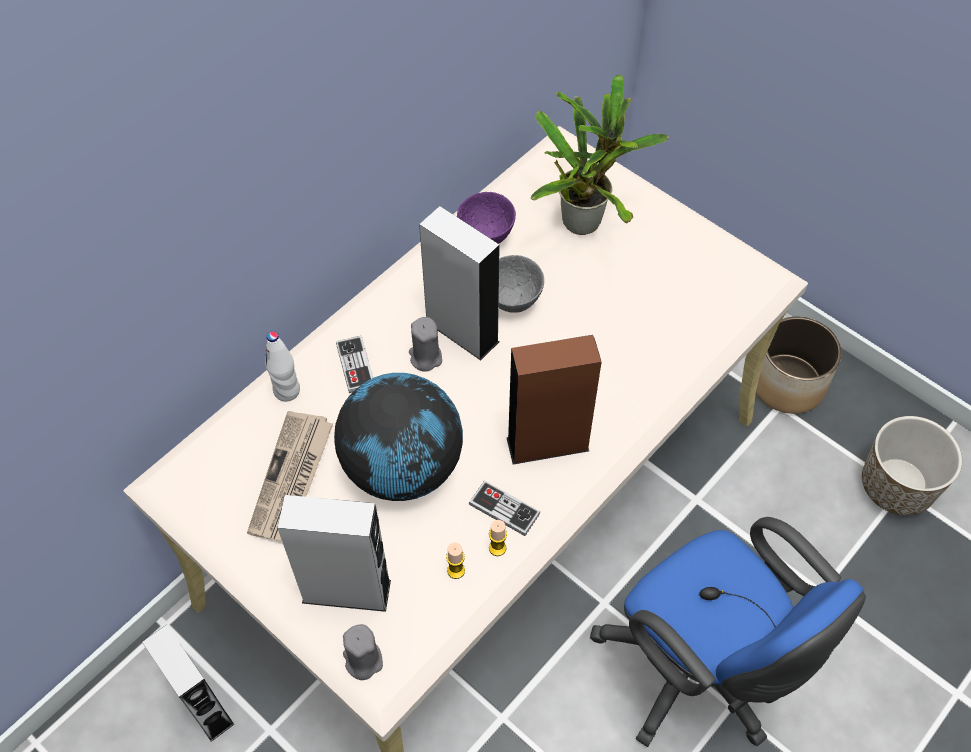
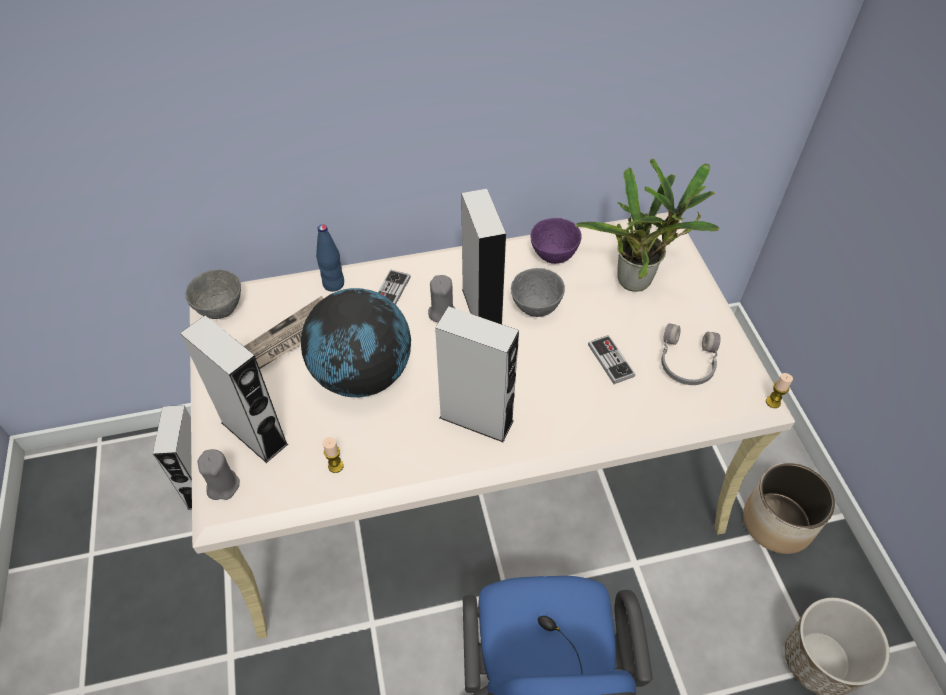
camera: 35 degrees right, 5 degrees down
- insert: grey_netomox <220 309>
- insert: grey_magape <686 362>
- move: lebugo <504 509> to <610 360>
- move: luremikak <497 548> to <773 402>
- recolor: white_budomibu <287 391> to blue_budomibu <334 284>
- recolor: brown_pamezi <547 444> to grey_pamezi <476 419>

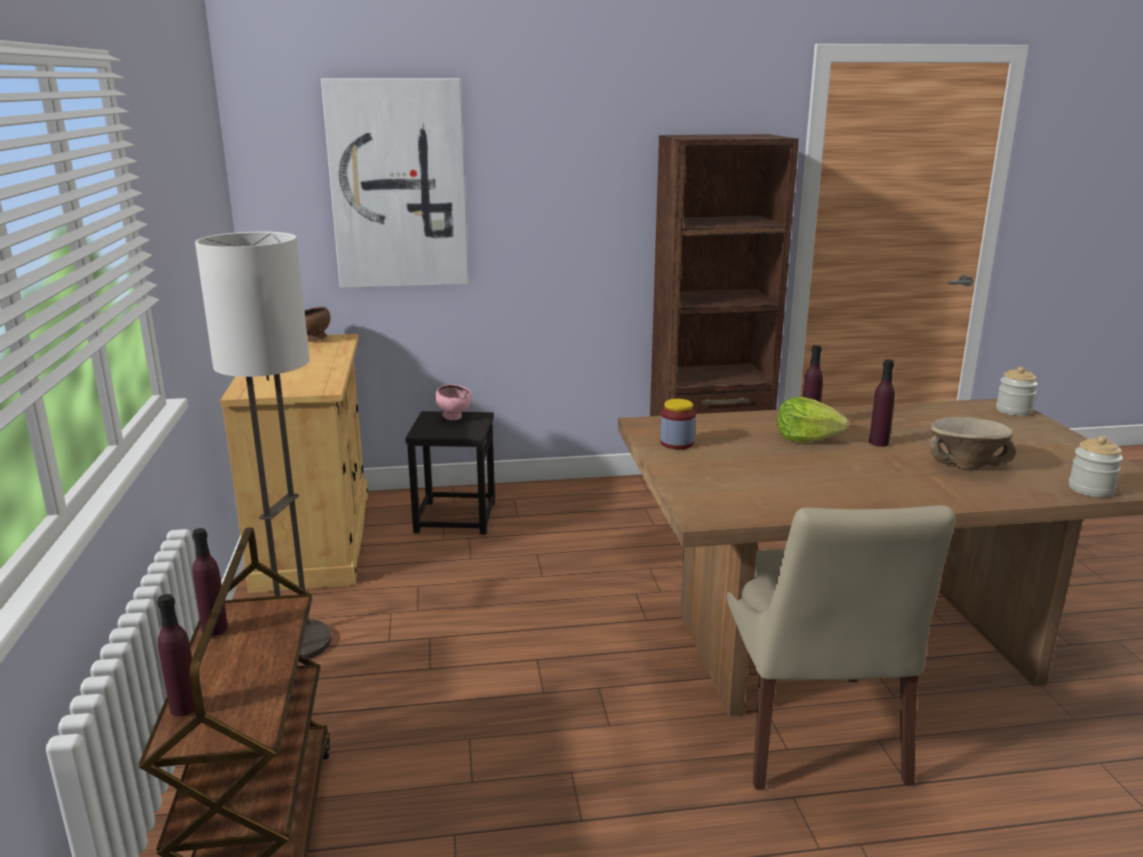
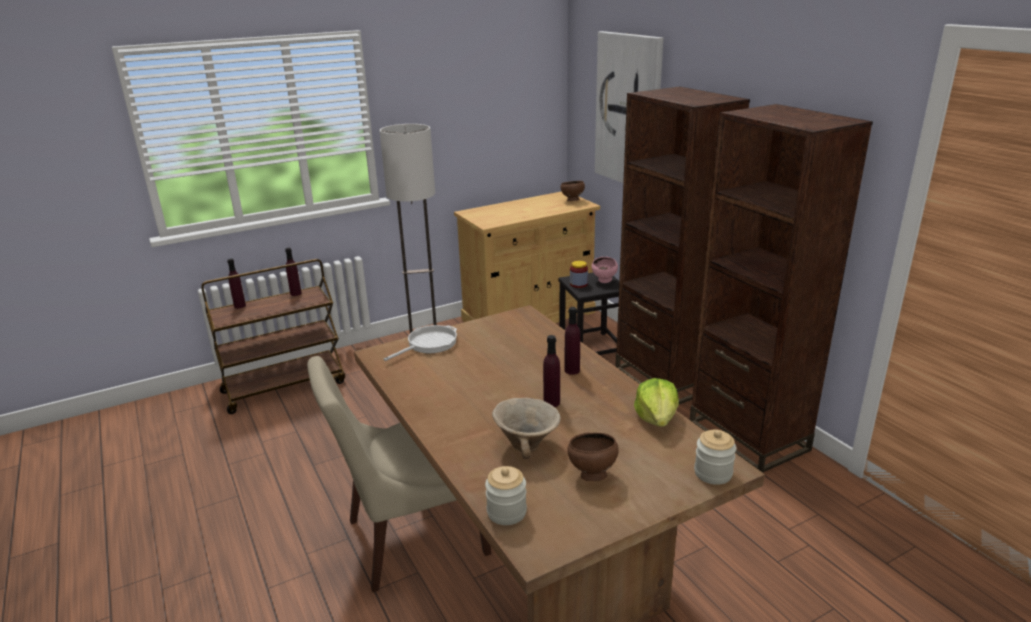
camera: 70 degrees right, 5 degrees up
- insert: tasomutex <429 344>
- insert: brown_netomox <591 475>
- insert: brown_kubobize <664 379>
- move: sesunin <677 443> to <578 284>
- move: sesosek <806 438> to <657 418>

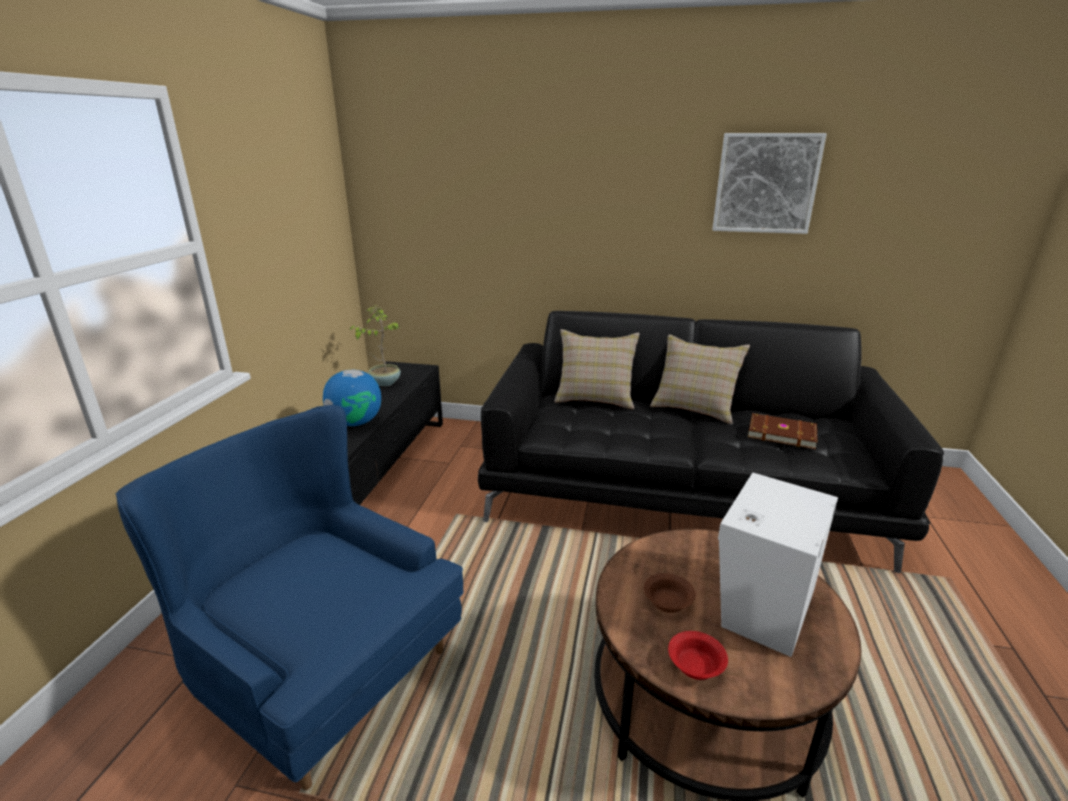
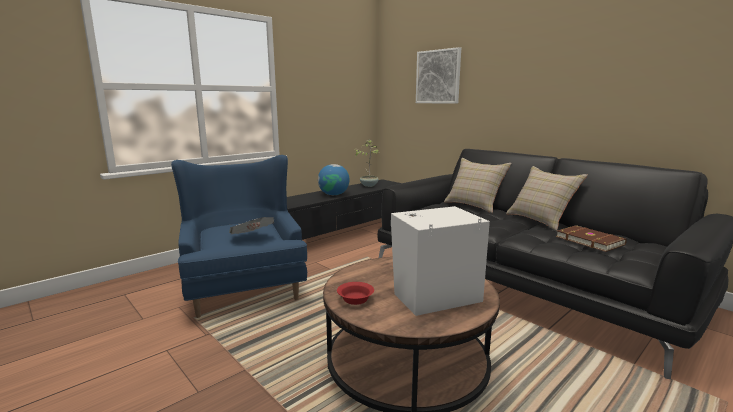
camera: 35 degrees right, 10 degrees down
- delete: brown_netomox <668 602>
- insert: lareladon <252 238>
- move: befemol <766 183> to <438 77>

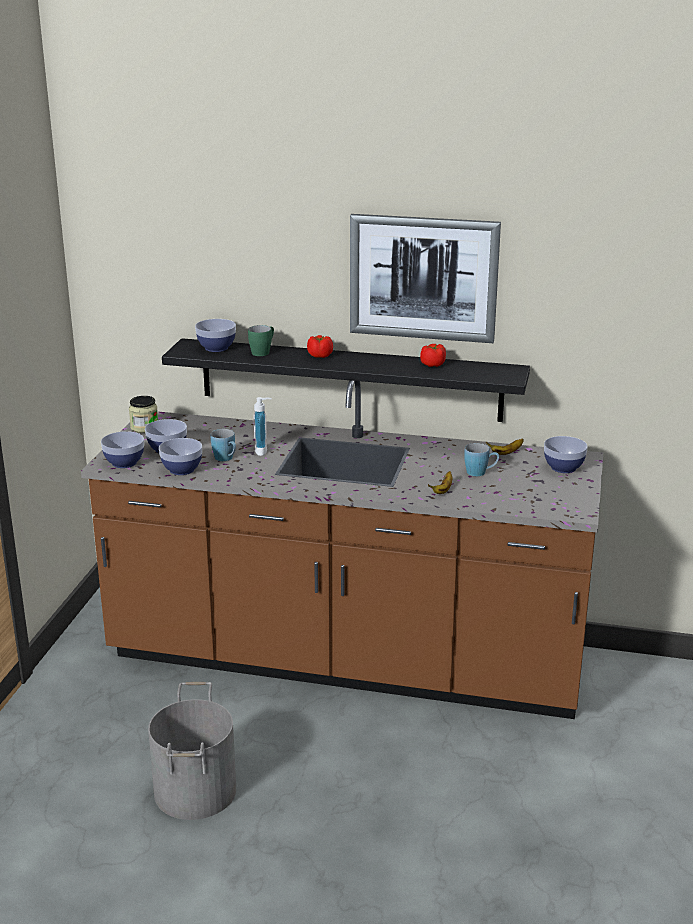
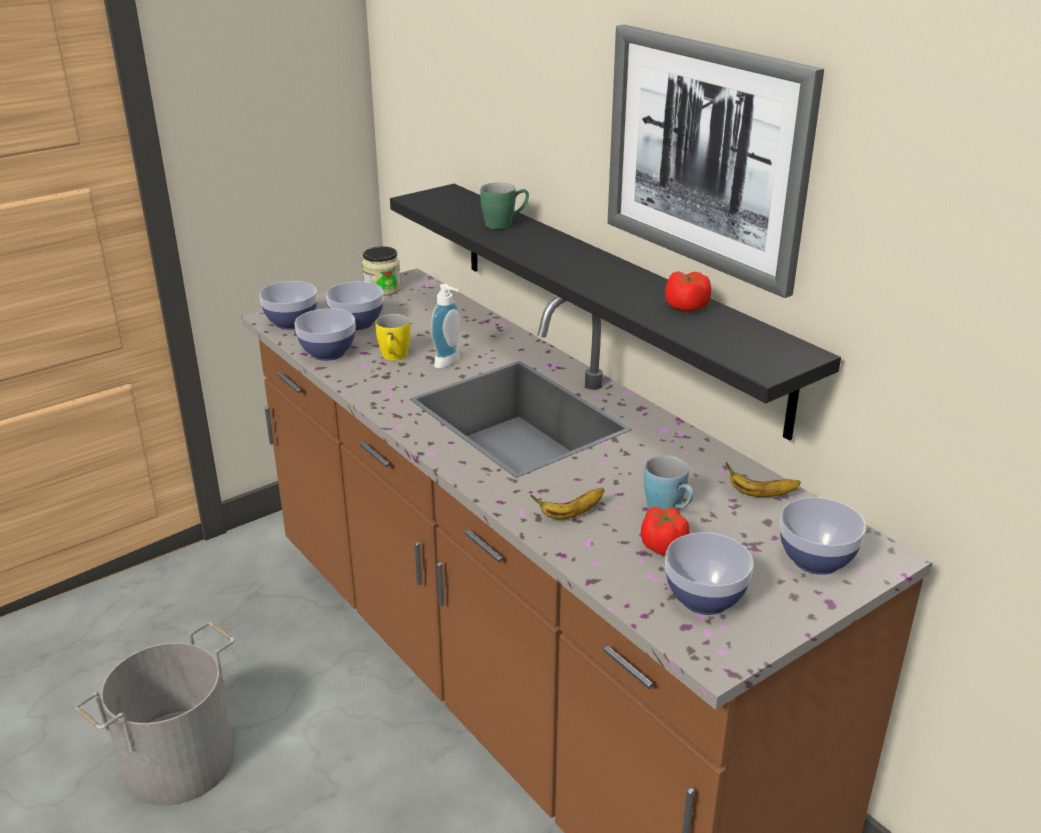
camera: 40 degrees right, 5 degrees up
- move: netomox <216 348> to <704 598>
- move: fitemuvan <320 355> to <663 546>
- recolor: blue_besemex <226 459> to yellow_besemex <394 357>

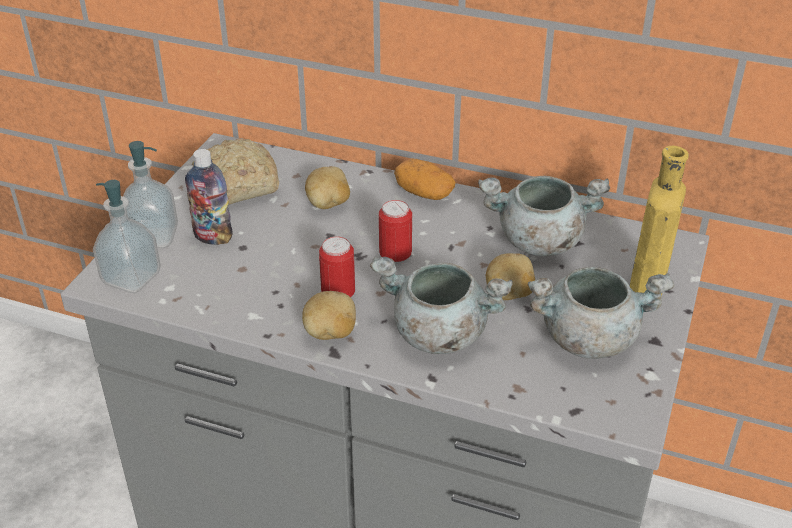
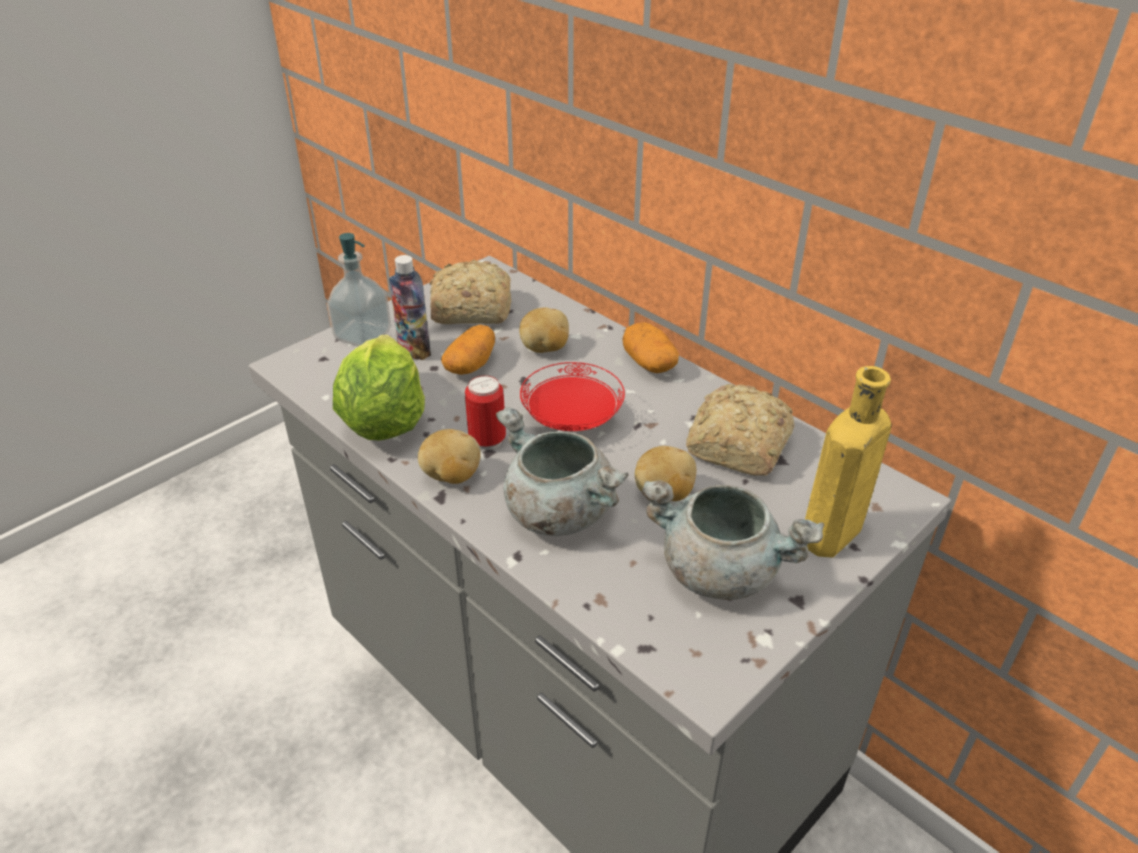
camera: 25 degrees right, 0 degrees up
- delete: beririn <131 278>
- insert: sesosek <383 420>
- insert: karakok <471 365>
- replace: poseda <395 257> to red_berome <572 419>
- replace: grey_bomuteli <538 241> to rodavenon <737 447>

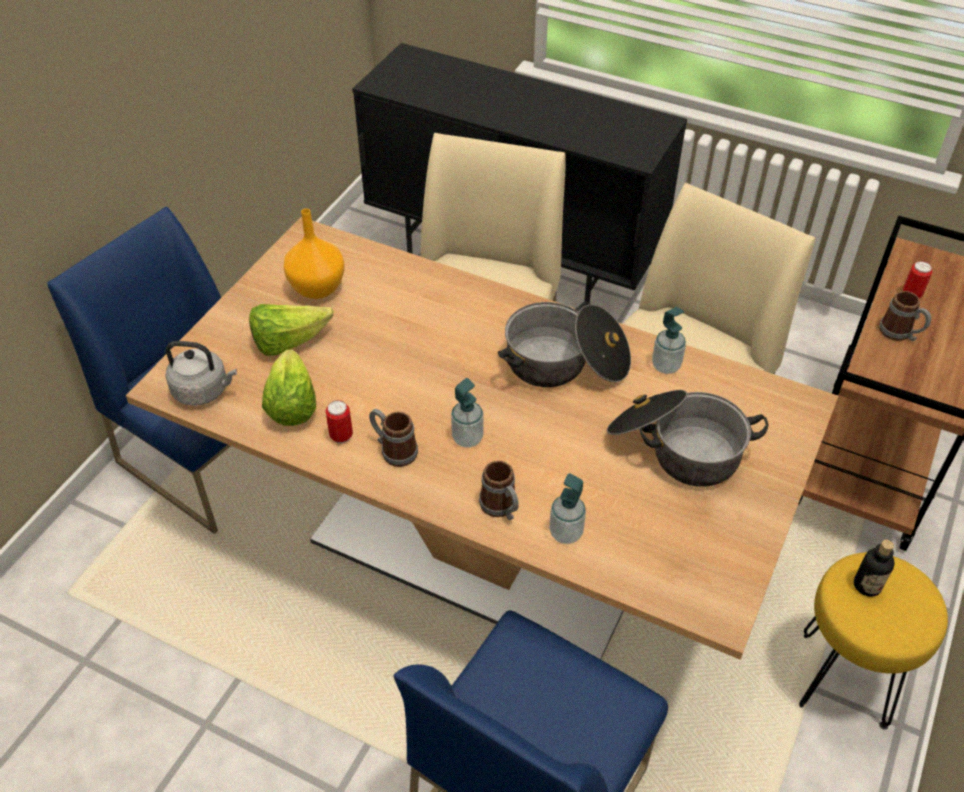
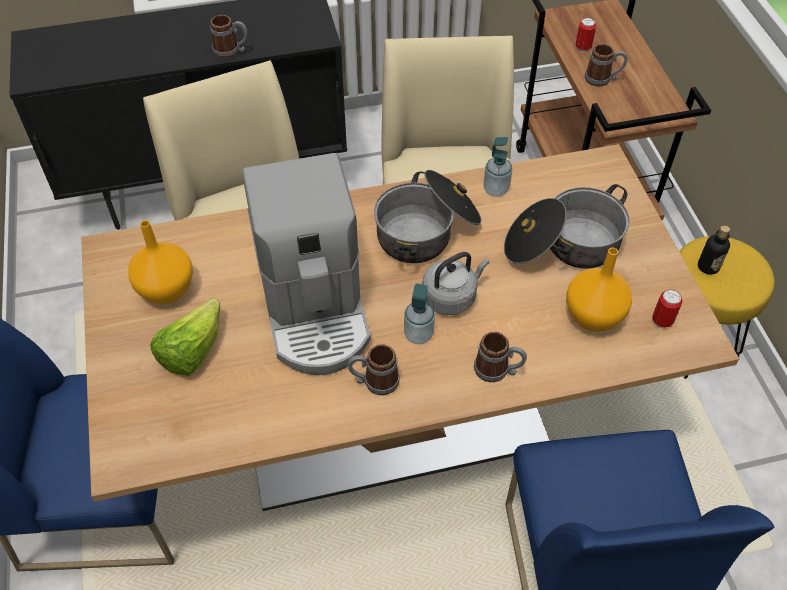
camera: 40 degrees left, 5 degrees up
- delete: sesosek <291 406>
- delete: beririn <566 533>
- insert: besemex <231 51>
- insert: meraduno <315 309>
- insert: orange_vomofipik <592 315>
- move: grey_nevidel <204 390> to <451 297>
- move: poseda <341 436> to <662 321>

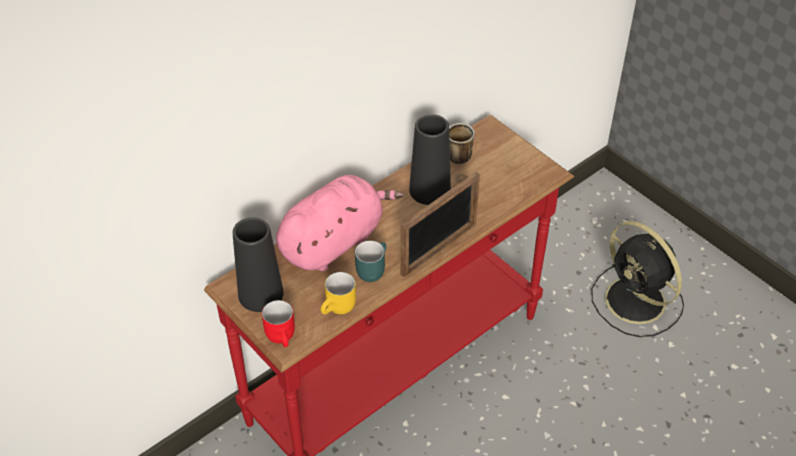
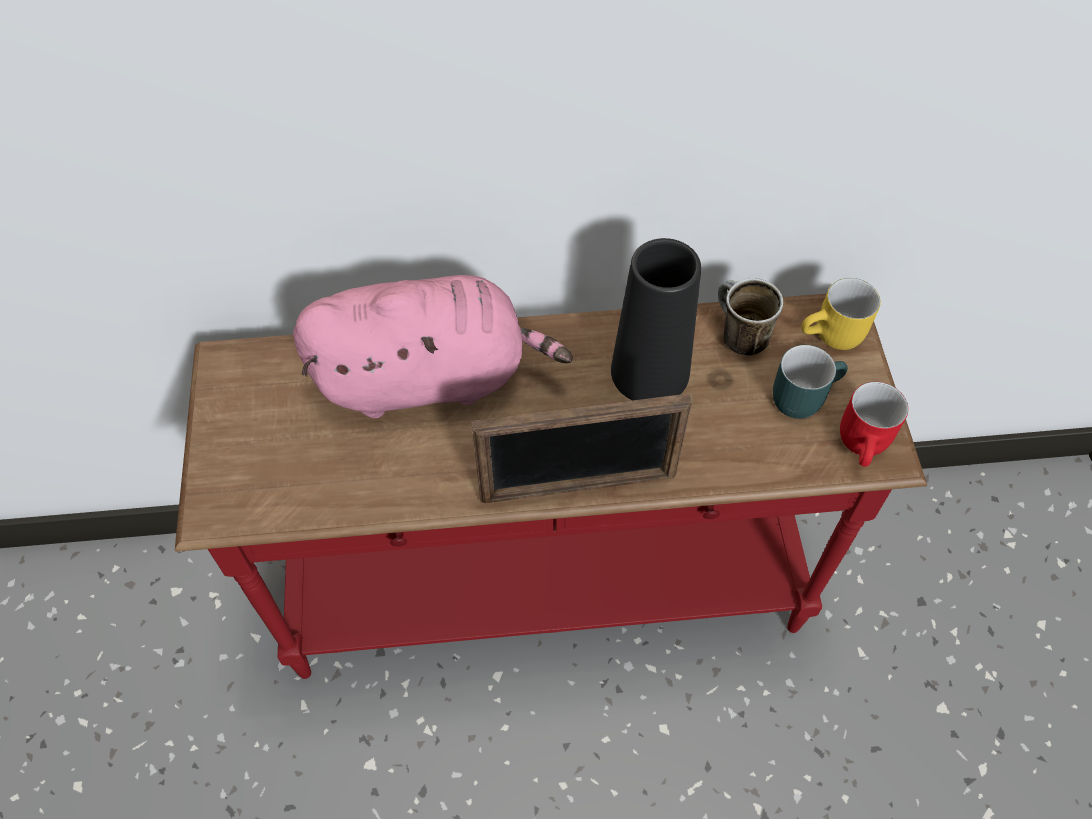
camera: 35 degrees right, 10 degrees up
- delete: black_vomofipik <260 294>
- delete: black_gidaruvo <637 302>
- move: red_besemex <283 336> to <866 445>
- move: yellow_besemex <339 308> to <833 337>
- move: turquoise_besemex <371 268> to <802 394>

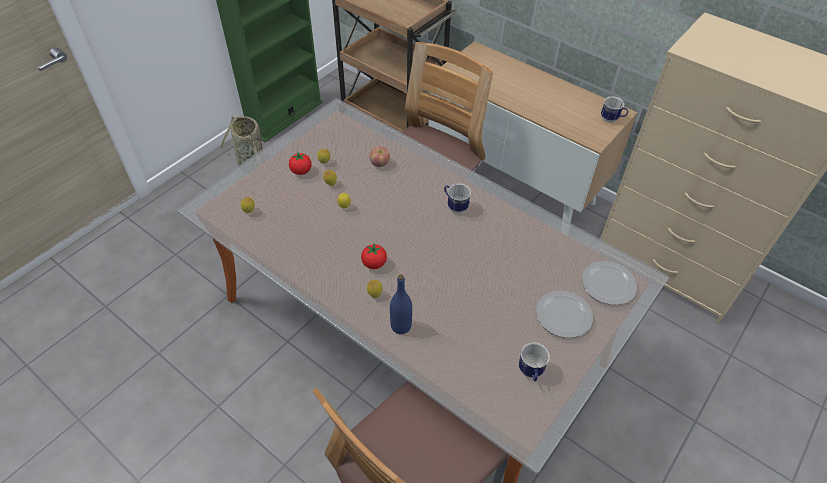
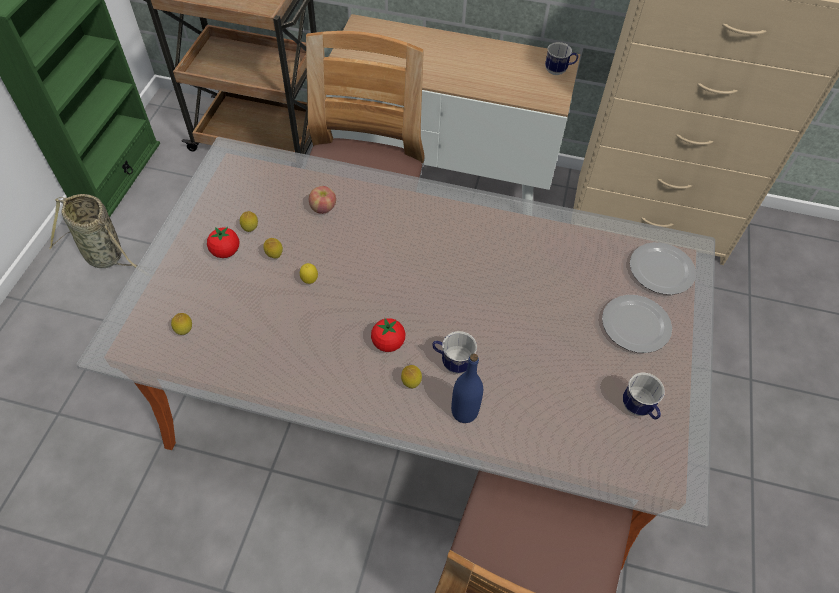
camera: 25 degrees left, 5 degrees up
- move: besemex <455 206> to <452 362>

